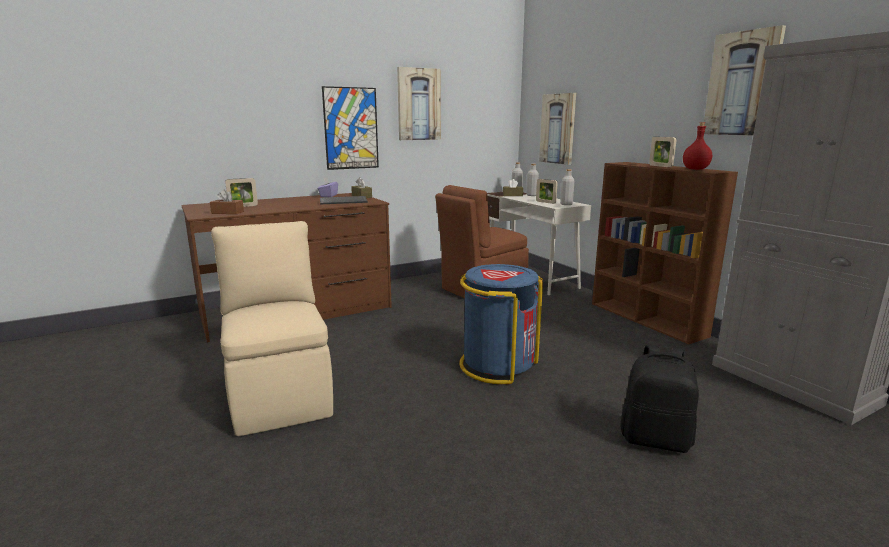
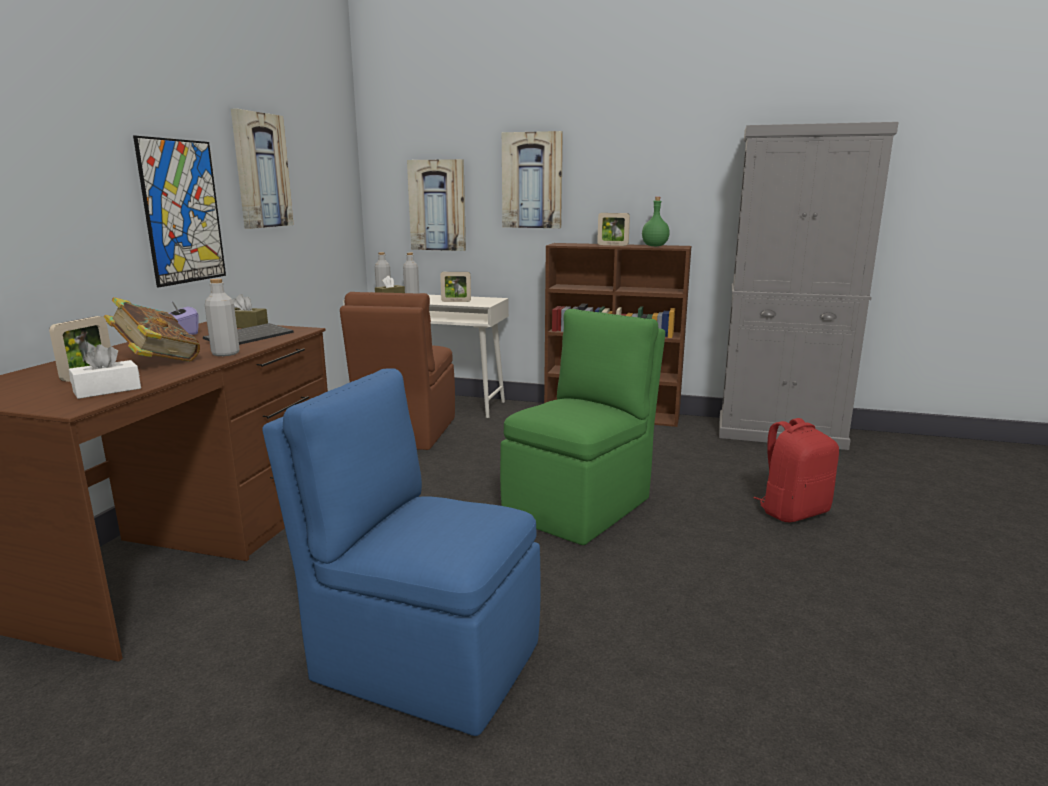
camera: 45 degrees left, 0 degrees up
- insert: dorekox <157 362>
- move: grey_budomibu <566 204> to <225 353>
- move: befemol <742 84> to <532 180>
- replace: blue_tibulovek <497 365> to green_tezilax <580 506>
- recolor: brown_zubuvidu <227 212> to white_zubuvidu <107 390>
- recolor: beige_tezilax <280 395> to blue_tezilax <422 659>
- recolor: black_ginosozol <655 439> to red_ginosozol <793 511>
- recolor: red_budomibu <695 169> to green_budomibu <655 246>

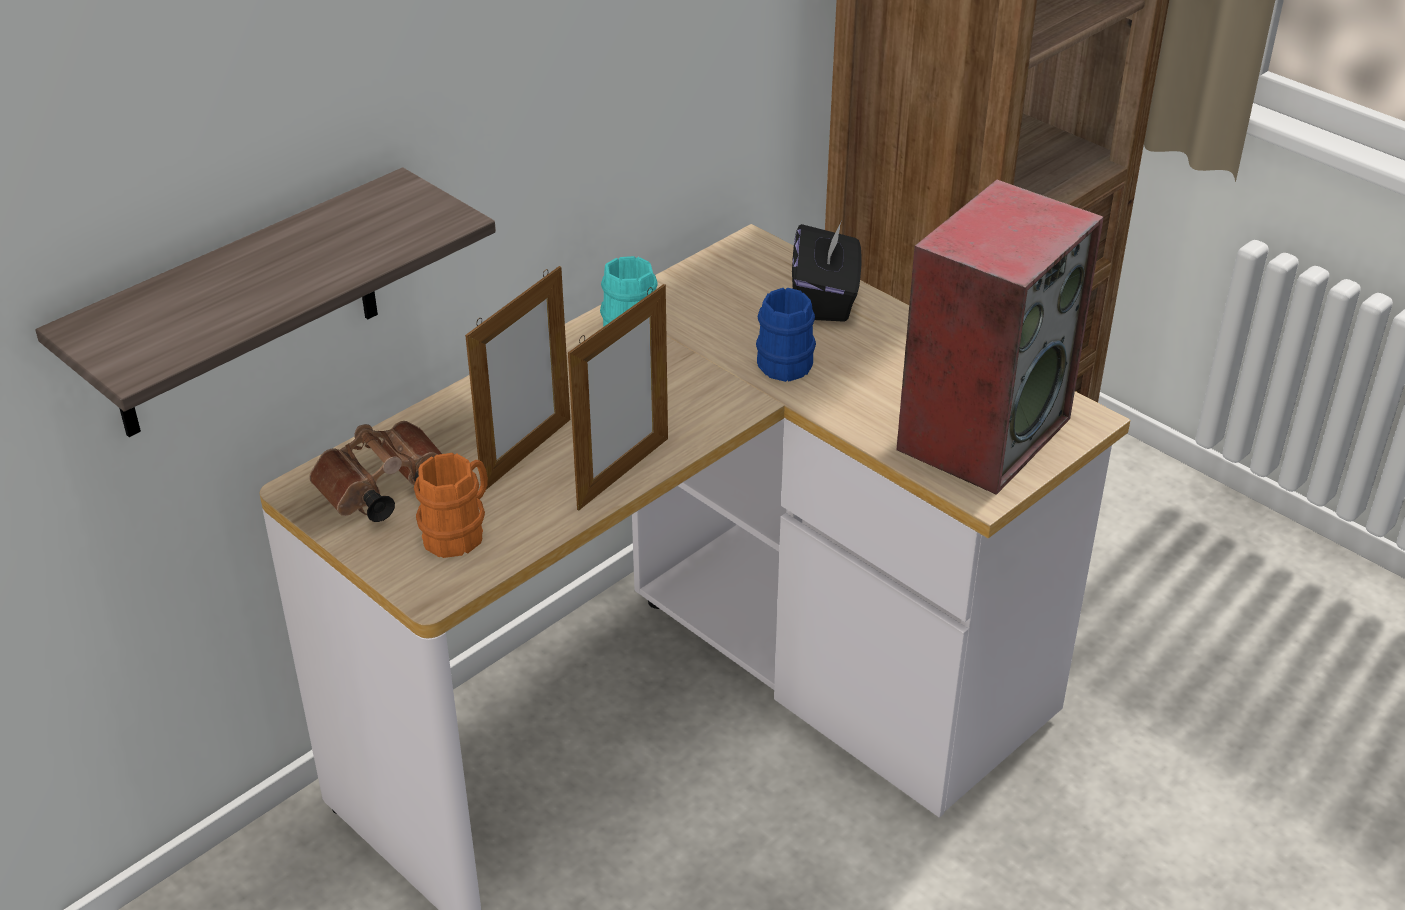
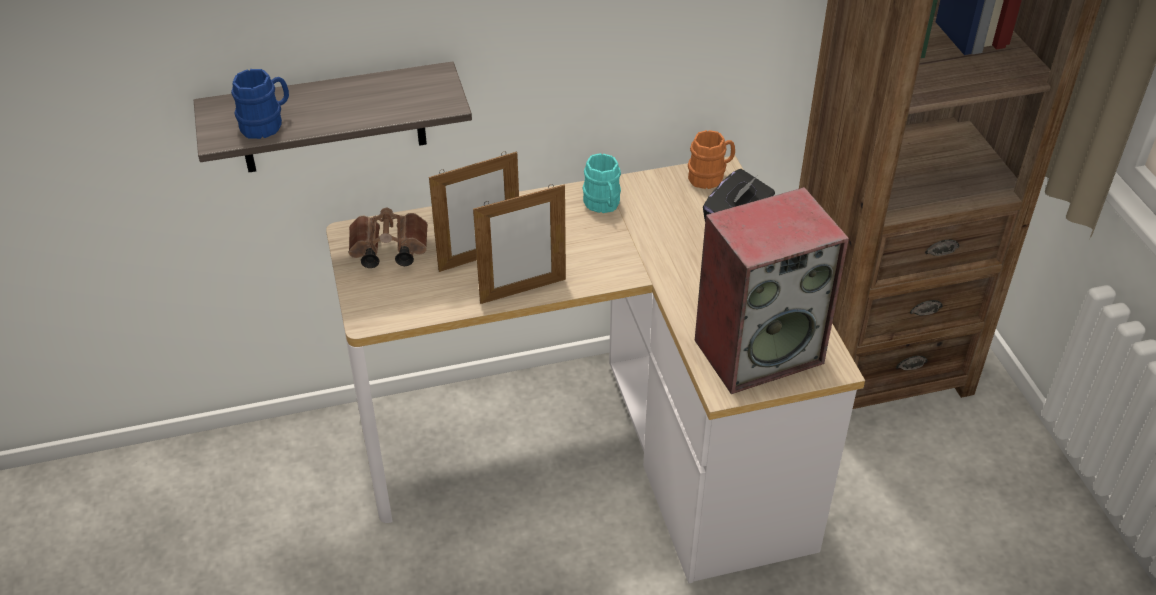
camera: 30 degrees right, 5 degrees up
- move: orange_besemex <459 531> to <710 176>
- move: blue_besemex <788 359> to <267 124>

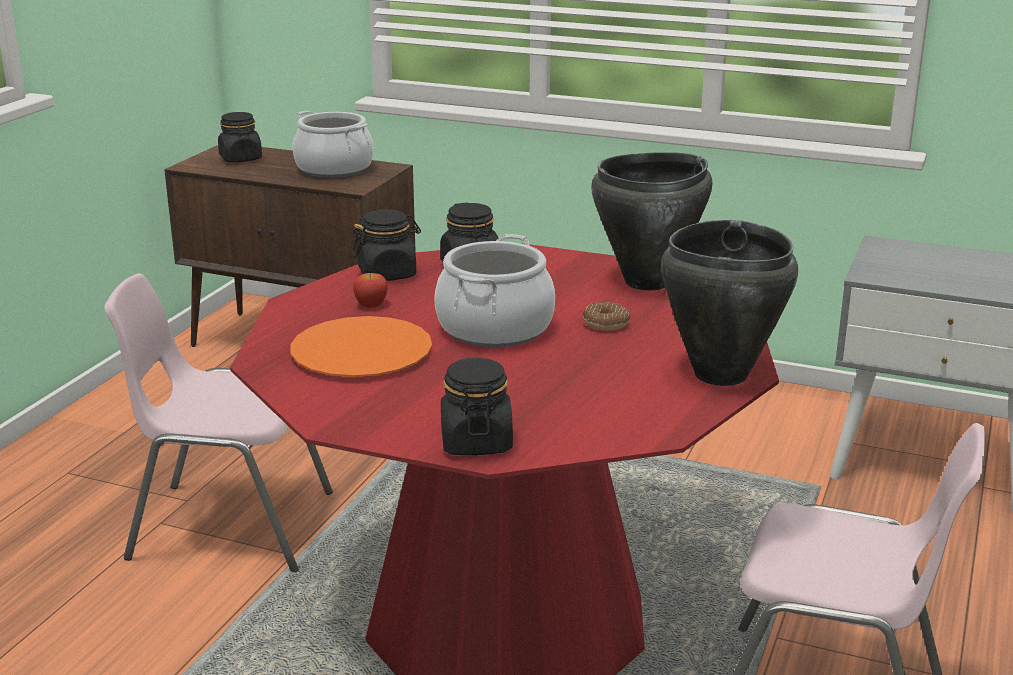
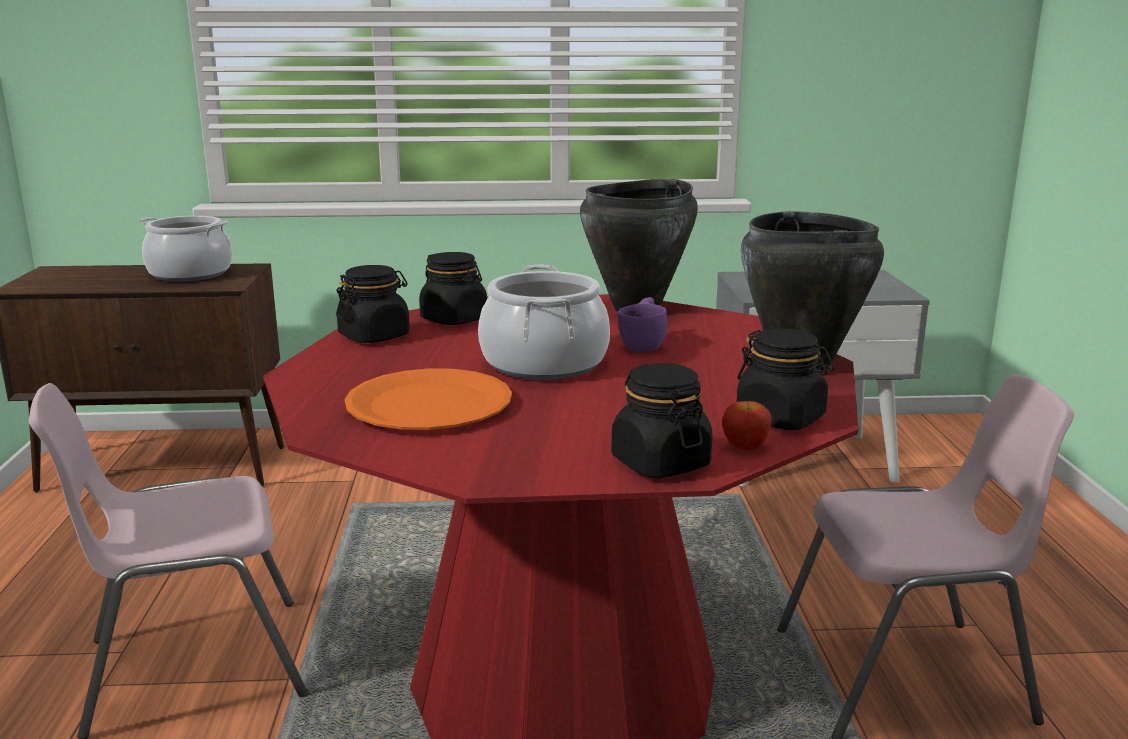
camera: 25 degrees left, 5 degrees down
- move: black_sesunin <241 159> to <781 418>
- move: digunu <371 305> to <745 446>
- replace: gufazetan <606 324> to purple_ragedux <644 344>

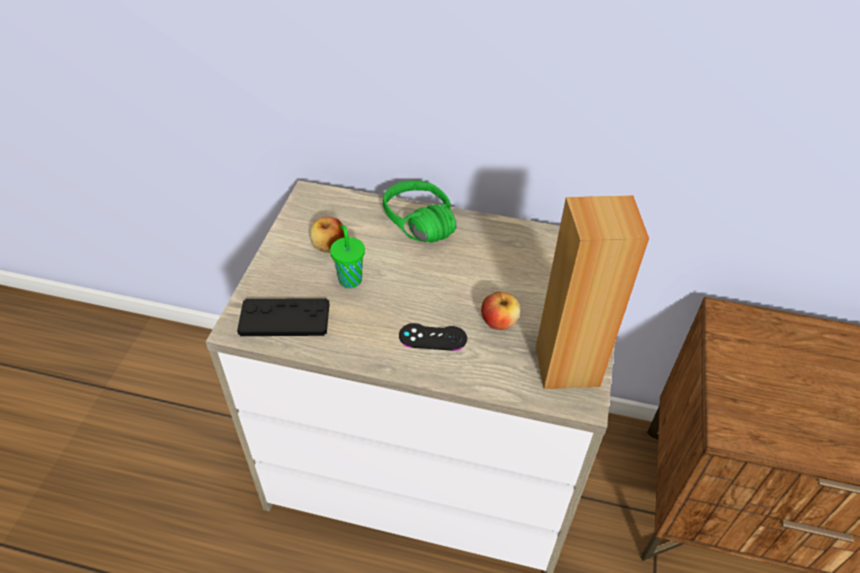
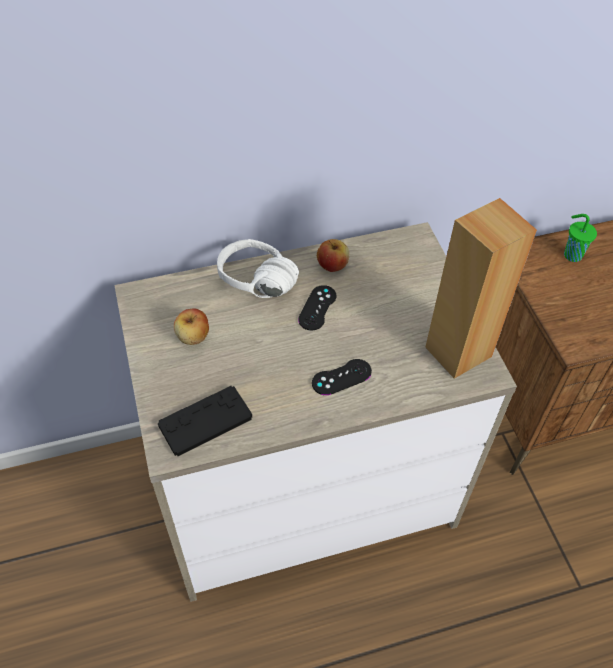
camera: 30 degrees left, 5 degrees up
- insert: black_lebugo <317 308>
- move: green_ragedux <350 279> to <571 255>
- move: digunu <499 322> to <332 265>
- recolor: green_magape <409 228> to white_magape <251 288>

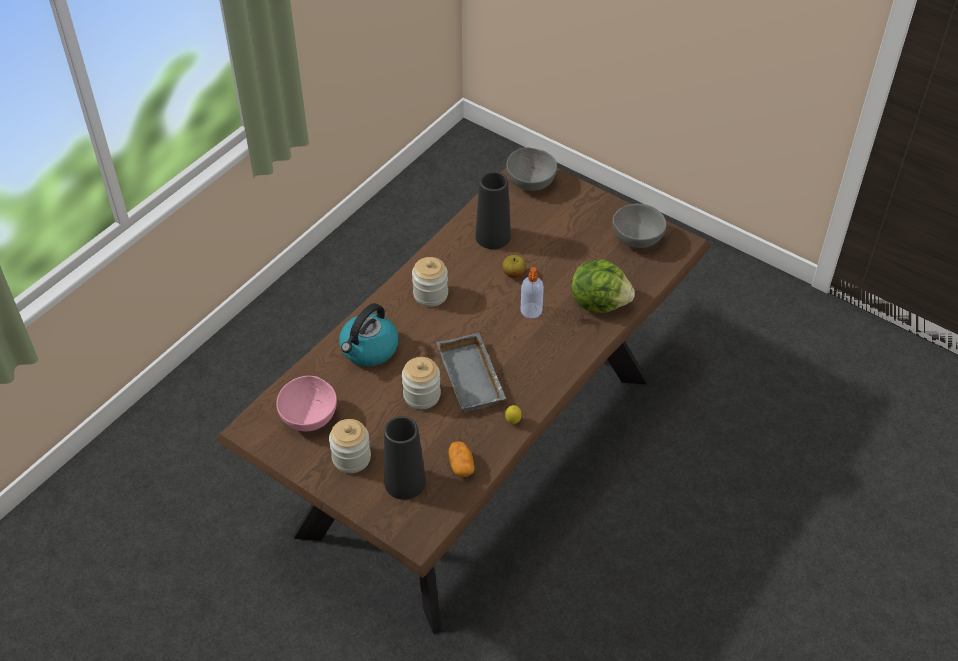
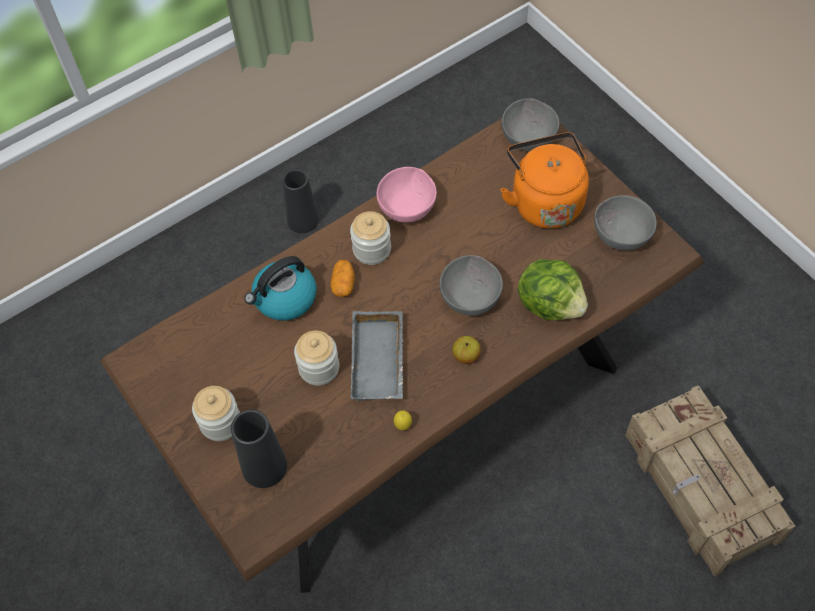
camera: 20 degrees right, 10 degrees up
- insert: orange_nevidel <544 201>
- insert: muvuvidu <700 489>
- move: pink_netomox <310 416> to <408 207>
- move: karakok <461 465> to <343 284>
- move: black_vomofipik <493 236> to <303 220>
- move: digunu <513 273> to <466 356>
- replace: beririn <531 311> to grey_netomox <471 296>

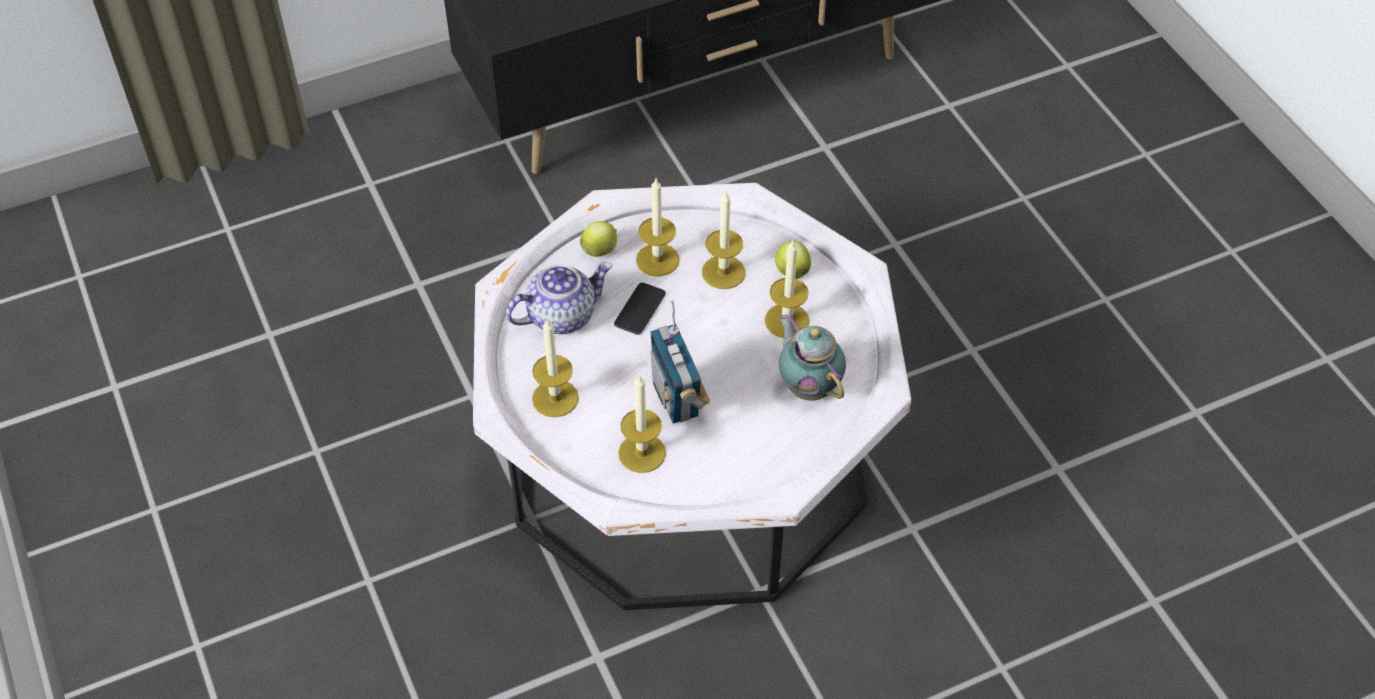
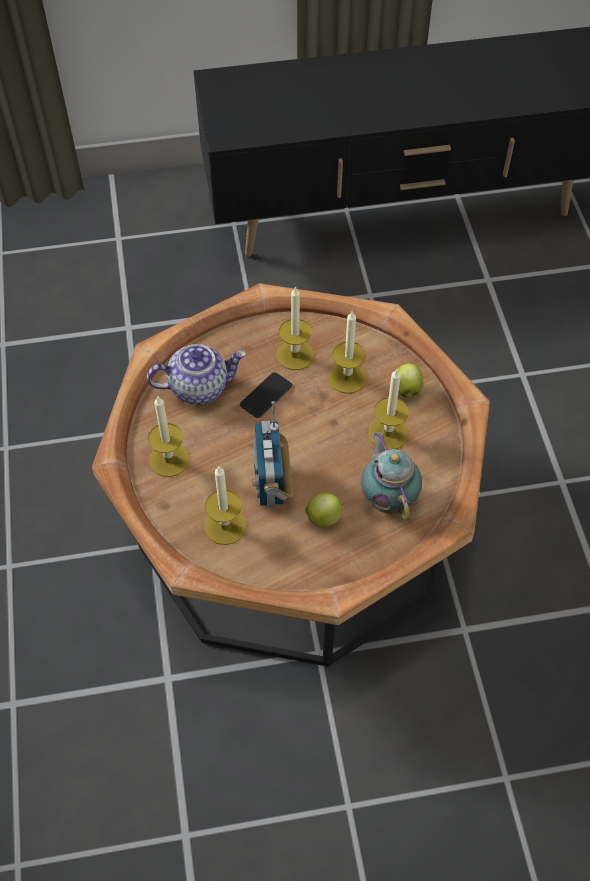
camera: 15 degrees right, 5 degrees up
- move: digunu <600 250> to <324 517>
- recolor: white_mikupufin <687 456> to brown_mikupufin <294 520>

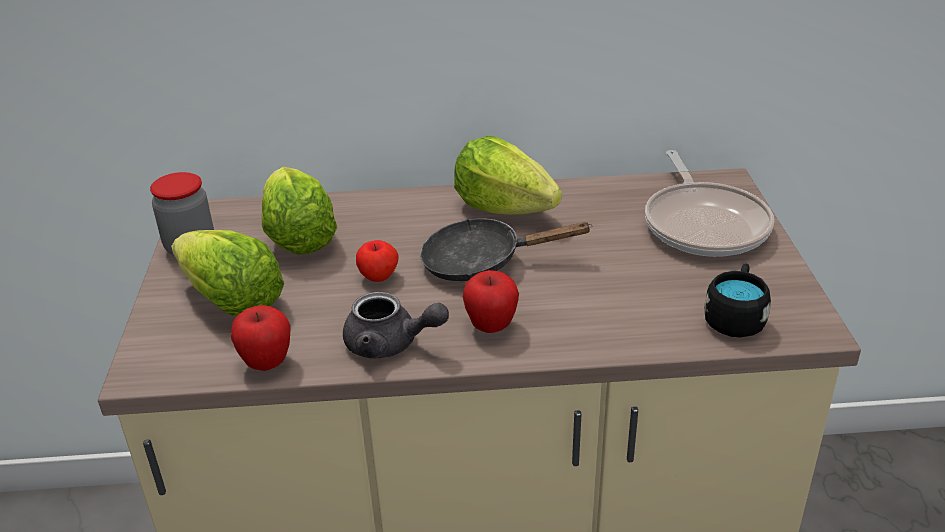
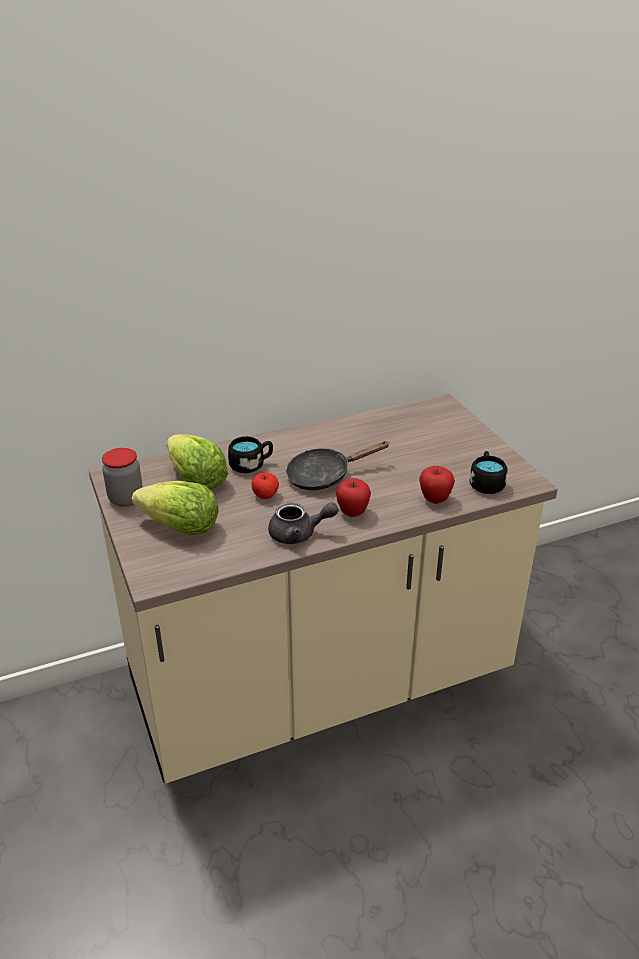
camera: 20 degrees left, 0 degrees up
- delete: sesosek <504 208>
- delete: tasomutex <704 224>
- insert: black_besemex <251 465>
- move: digunu <267 363> to <435 499>

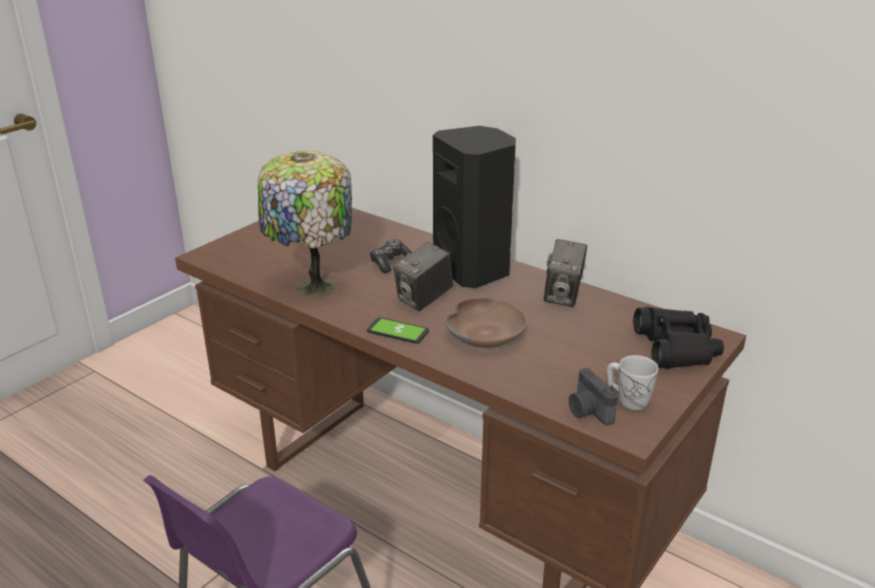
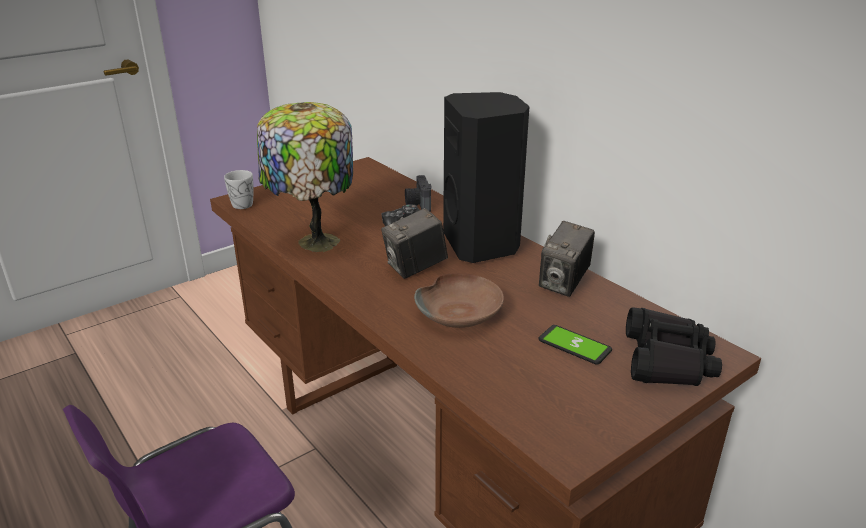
camera: 15 degrees right, 0 degrees up
- move: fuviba <397 331> to <574 345>
- move: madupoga <588 411> to <417 204>
- move: white_besemex <627 399> to <240 203>

